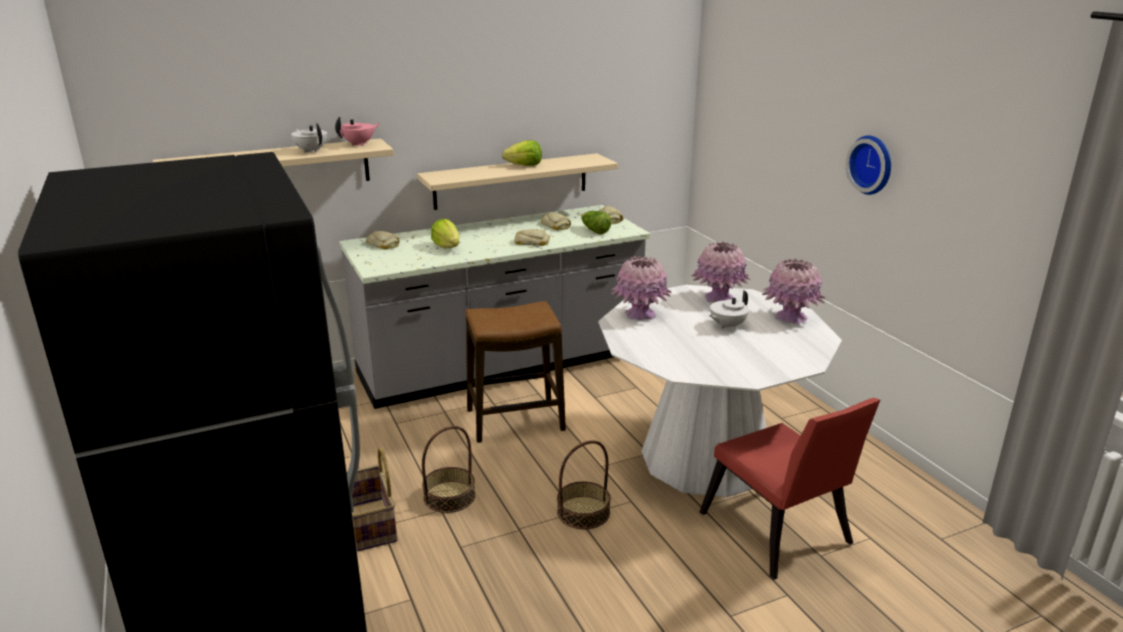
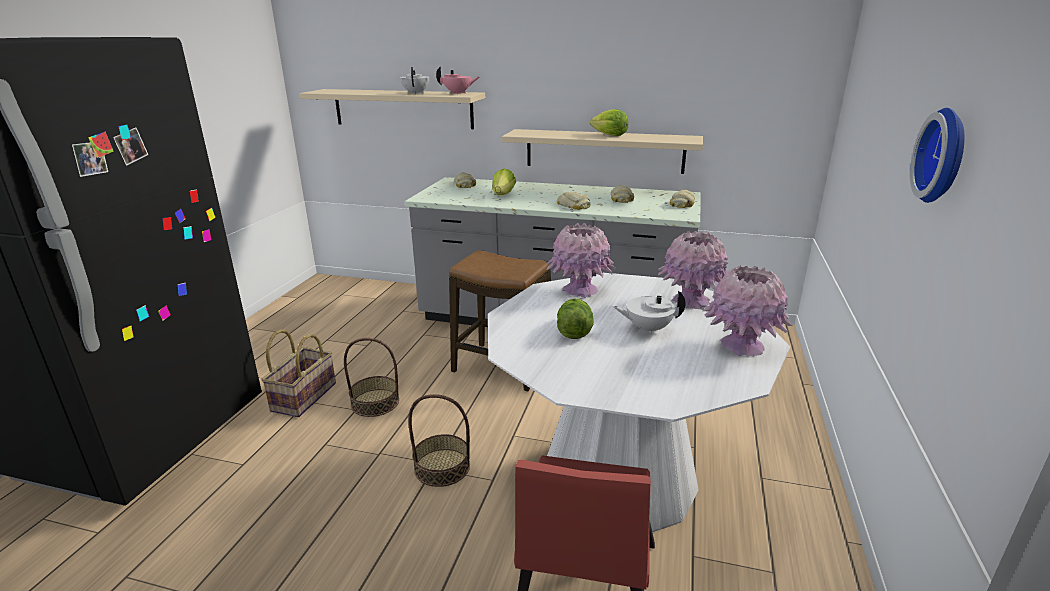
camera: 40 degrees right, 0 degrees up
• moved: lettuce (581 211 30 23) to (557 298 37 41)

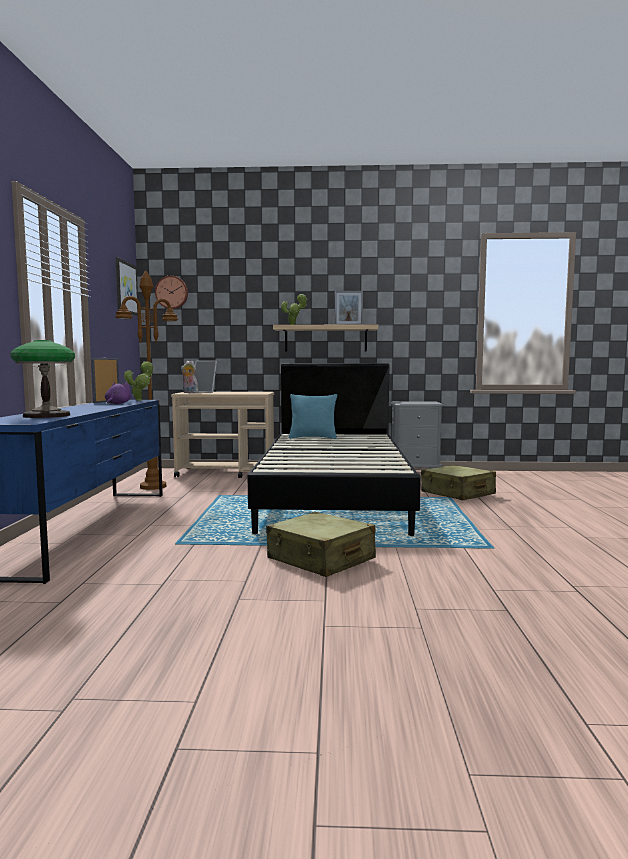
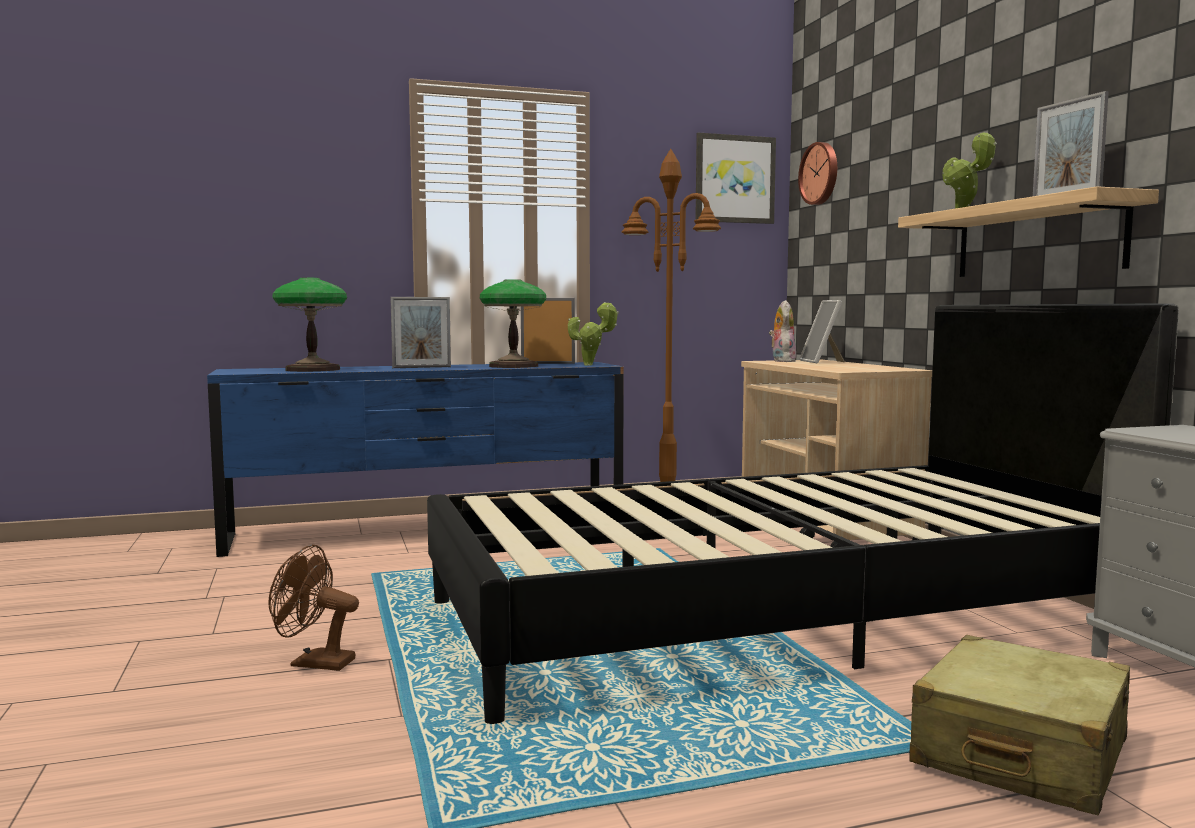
camera: 70 degrees right, 0 degrees up
• replaced: beige suitcase (266 512 110 65) to brown fan (268 545 91 126)
• added: picture frame (390 297 61 71)
• replaced: purple plush toy (105 382 26 22) to table lamp (480 279 66 89)
• removed: turquoise pillow (289 394 48 45)

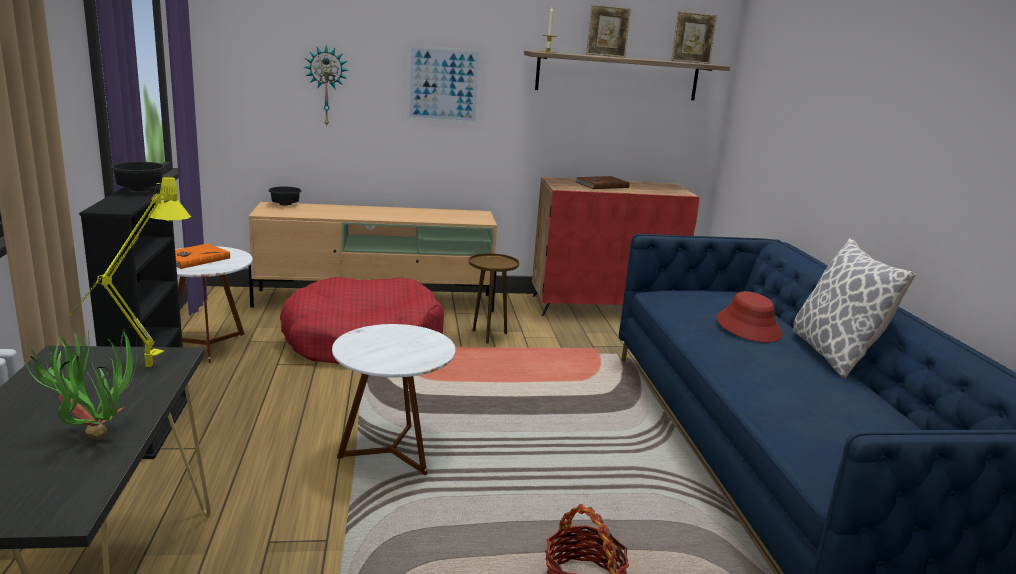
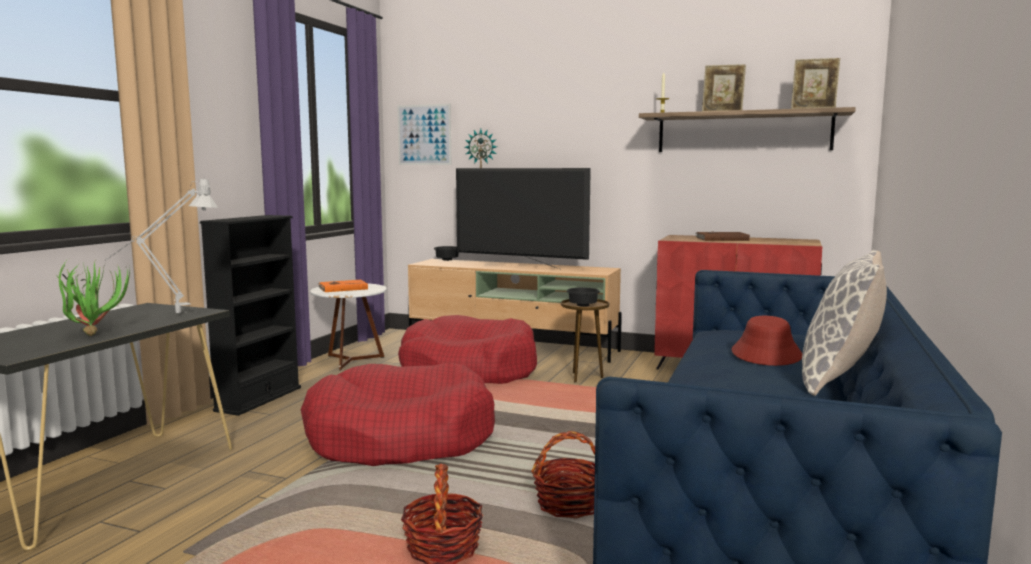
camera: 30 degrees right, 10 degrees down
• recoloured: yellow table lamp (69 175 122 192) to grey table lamp (105 177 113 136)
• replaced: white side table (332 324 123 151) to red dog bed (301 363 194 103)
• moved: picture (407 45 75 78) to (397 104 54 61)
• added: television (456 168 135 101)
• added: basket (531 431 64 88)
• moved: black bowl (110 162 56 29) to (567 288 33 19)

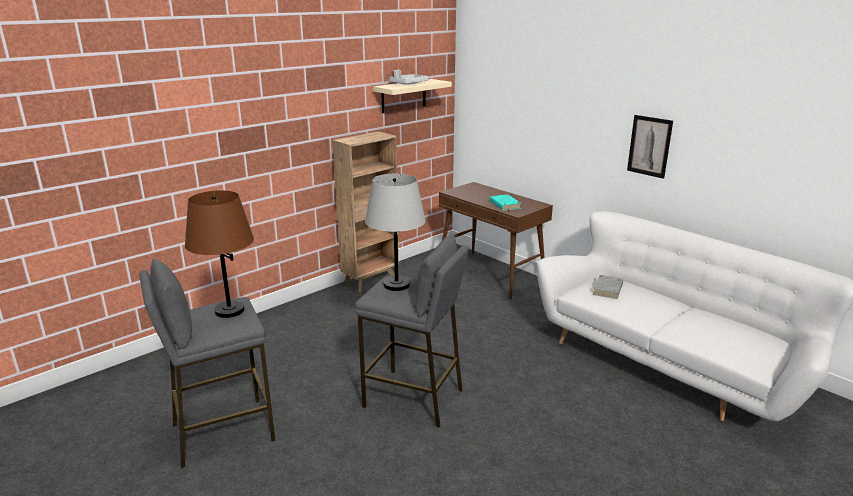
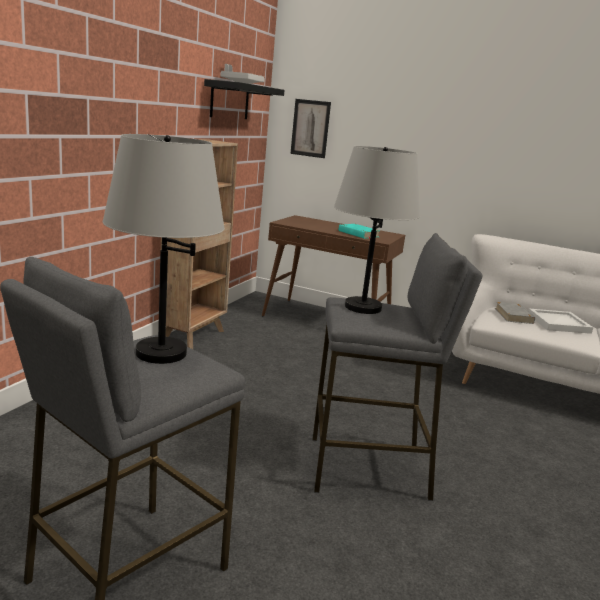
camera: 25 degrees left, 5 degrees down
• recoloured: brown table lamp (185 190 69 128) to grey table lamp (102 134 123 230)
• recoloured: beige shelf (373 79 79 34) to black shelf (204 79 80 40)
• moved: picture (627 115 46 64) to (290 99 41 59)
• added: white tray (529 309 64 25)

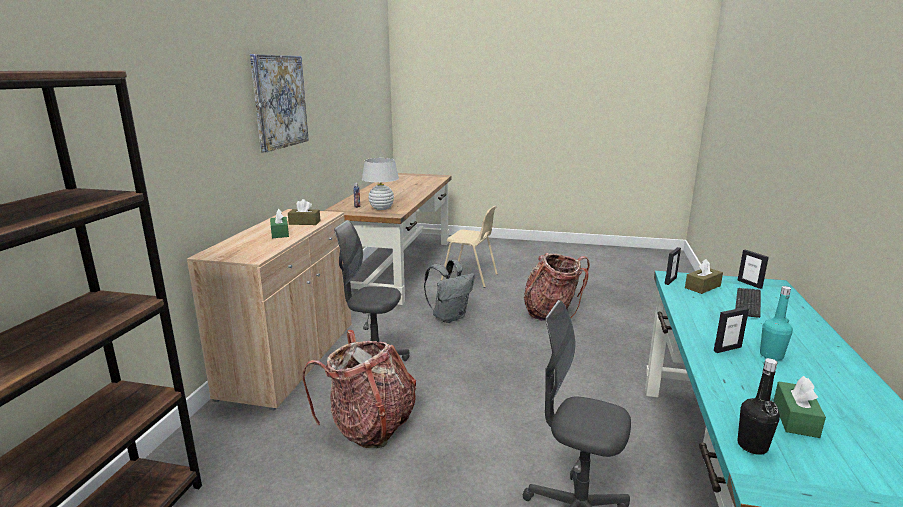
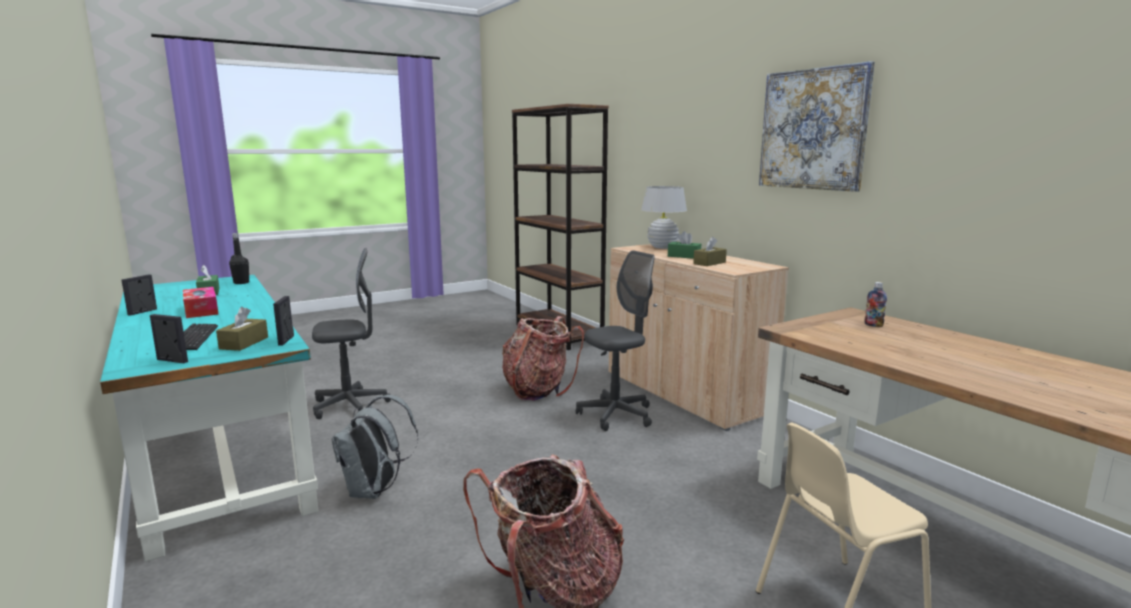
camera: 135 degrees right, 5 degrees down
• moved: picture frame (714 307 35 46) to (121 274 36 42)
• replaced: turquoise bottle (760 286 33 75) to tissue box (183 287 36 31)
• moved: grey backpack (424 259 51 64) to (332 395 86 104)
• moved: white table lamp (362 158 37 52) to (641 186 46 63)

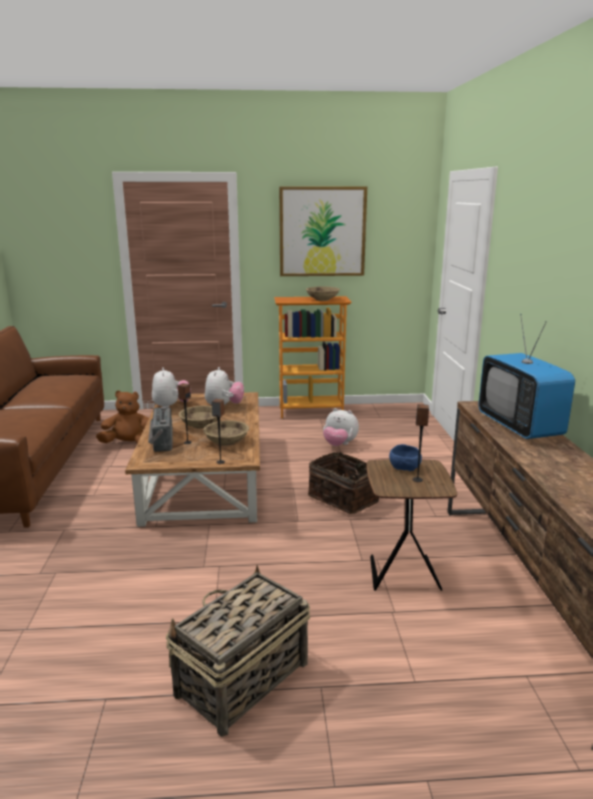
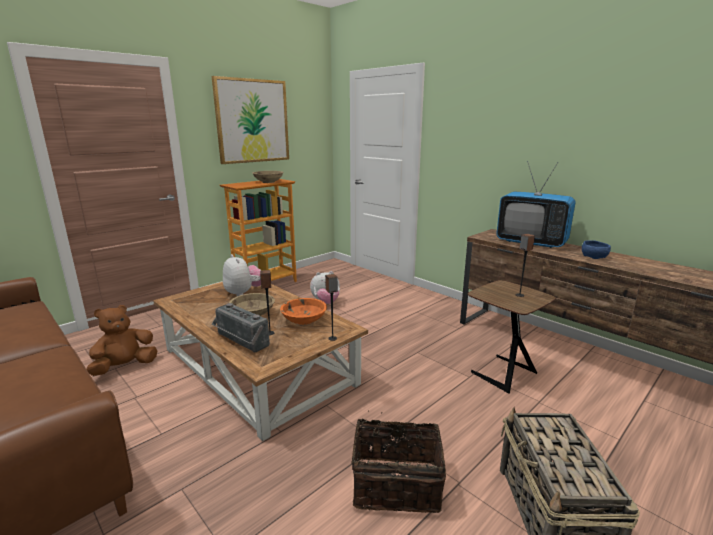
camera: 40 degrees left, 0 degrees up
• recoloured: beige bowl (203 420 46 26) to orange bowl (280 298 47 27)
• moved: basket (308 452 71 62) to (352 410 94 103)
• moved: blue bowl (389 444 33 27) to (582 240 29 19)
• removed: plush toy (152 367 39 40)

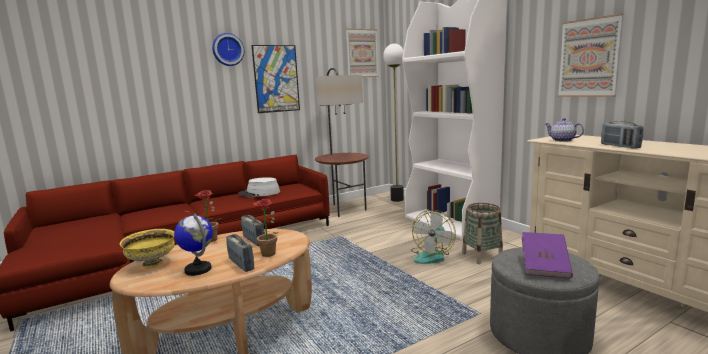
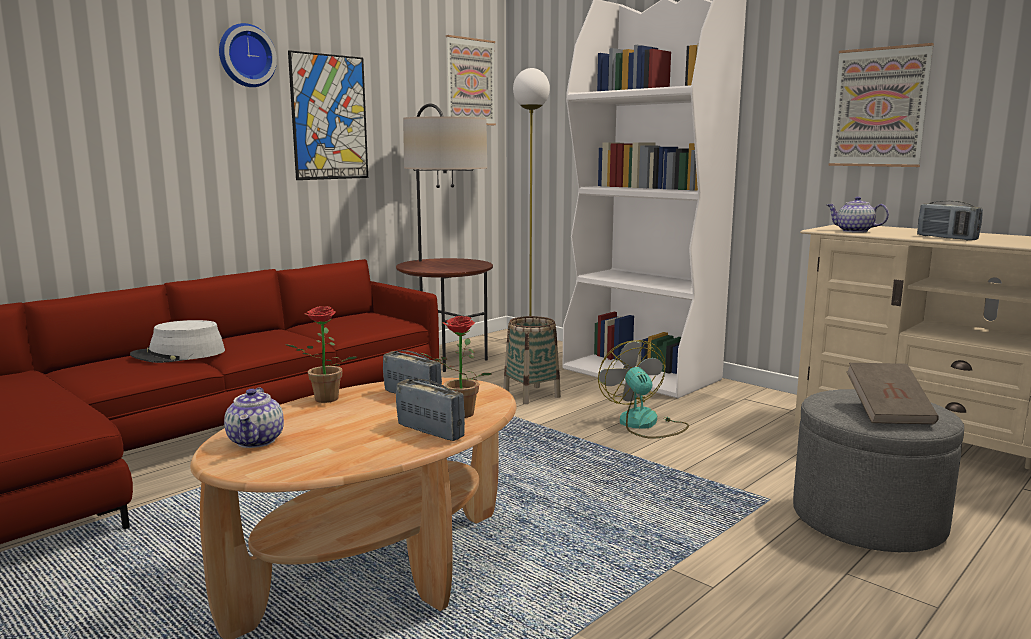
camera: 15 degrees left, 0 degrees up
• moved: grey hat (239 177 41 20) to (130 320 95 43)
• replaced: yellow bowl (120 229 55 39) to teapot (224 387 60 61)
• moved: basket (462 203 41 61) to (503 316 58 88)
• turned: fan (411 210 45 54) = (598 340 91 99) 150 degrees clockwise
• recoloured: purple book (522 232 51 47) to brown book (846 363 93 61)
• removed: globe (174 213 39 63)

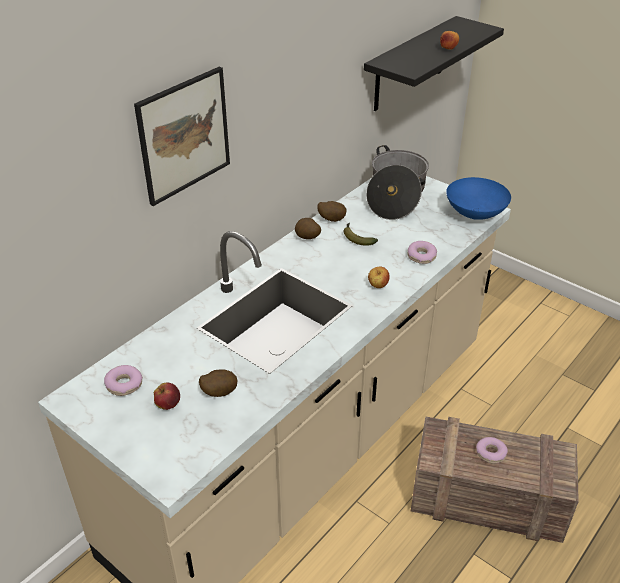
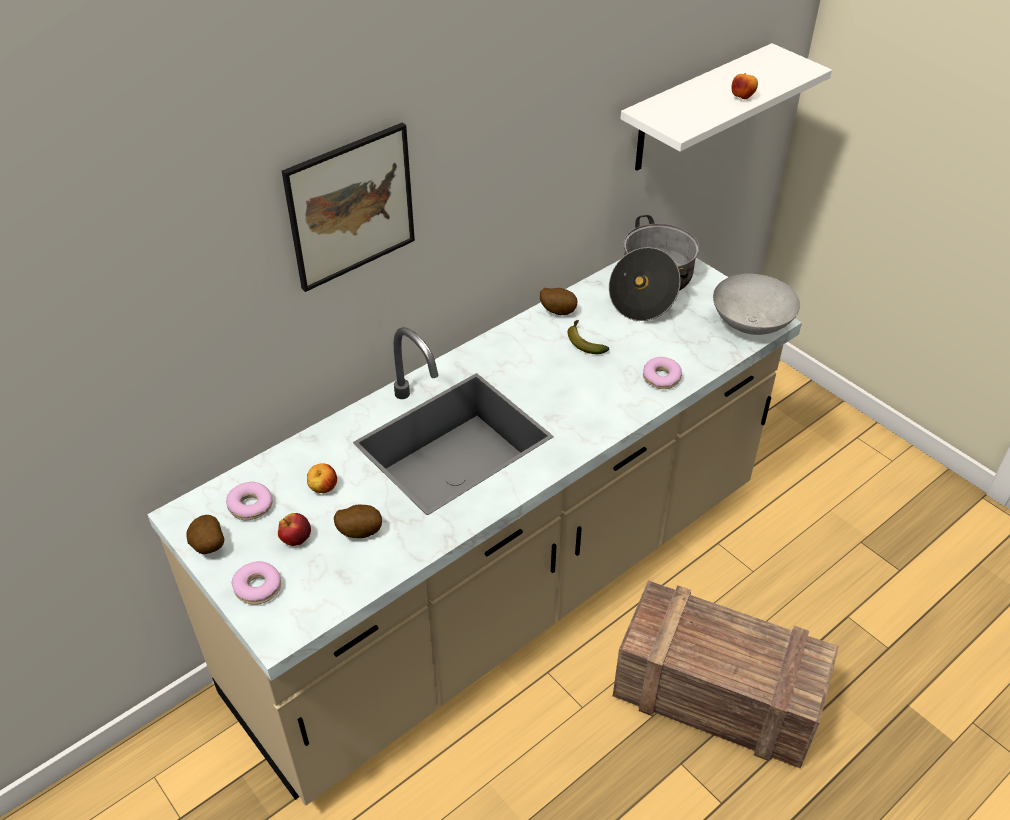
camera: 10 degrees right, 5 degrees up
• moved: potato (295 218 26 21) to (186 515 38 39)
• moved: donut (476 437 32 27) to (231 561 50 44)
• moved: apple (368 267 22 21) to (307 463 30 30)
• recoloured: black shelf (364 16 140 95) to white shelf (620 43 212 128)
• recoloured: blue bowl (446 177 65 43) to grey bowl (713 274 87 61)

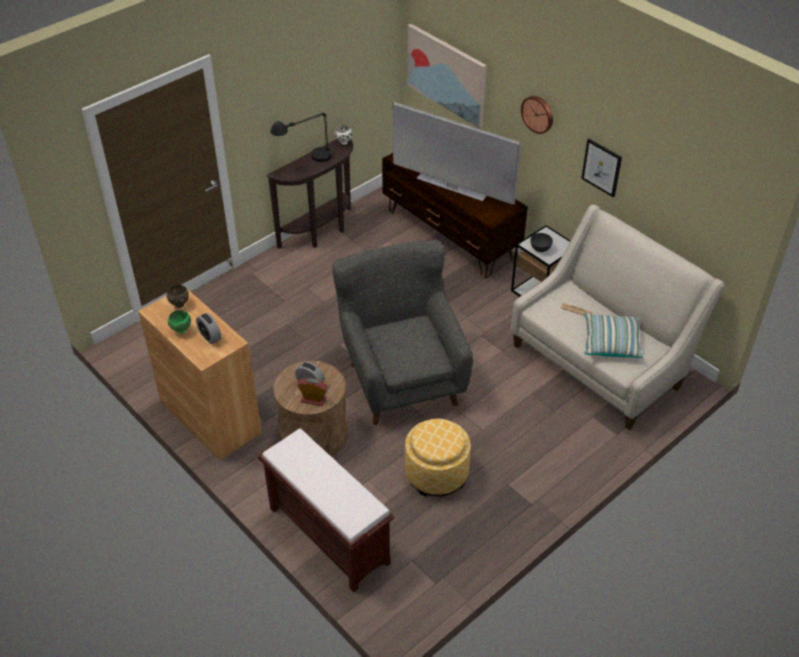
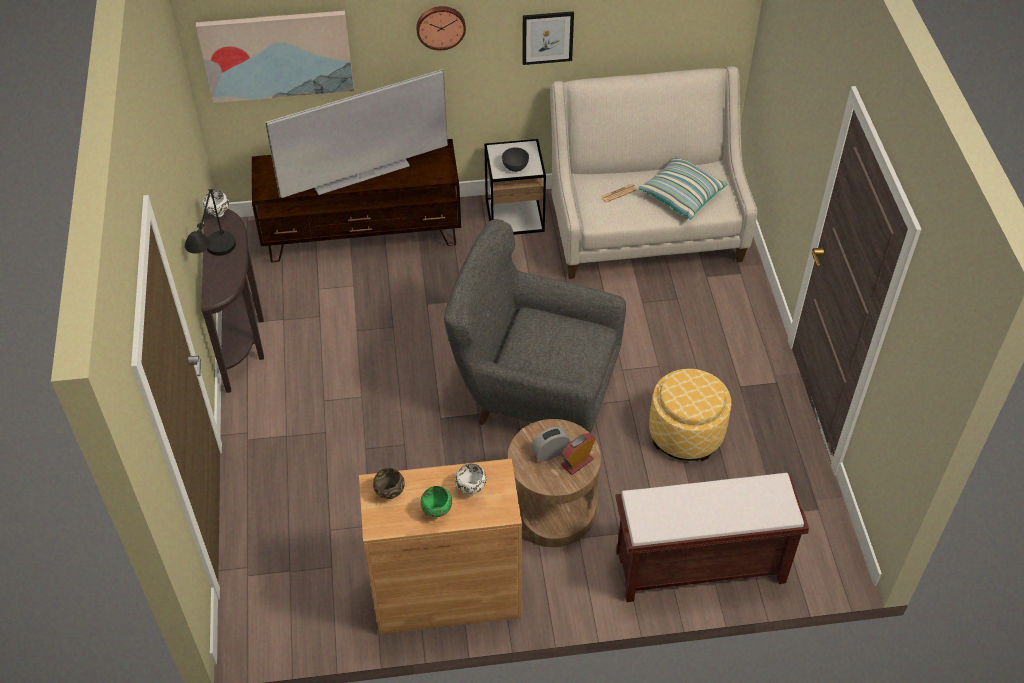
camera: 55 degrees left, 5 degrees up
• replaced: alarm clock (196 313 25 31) to white bowl (455 464 31 31)

